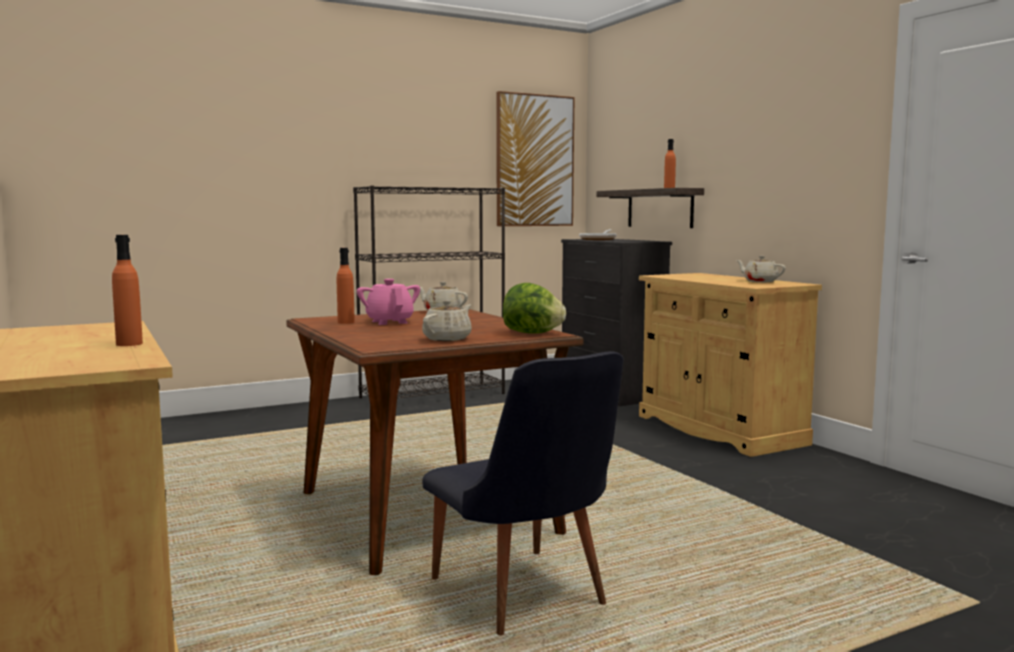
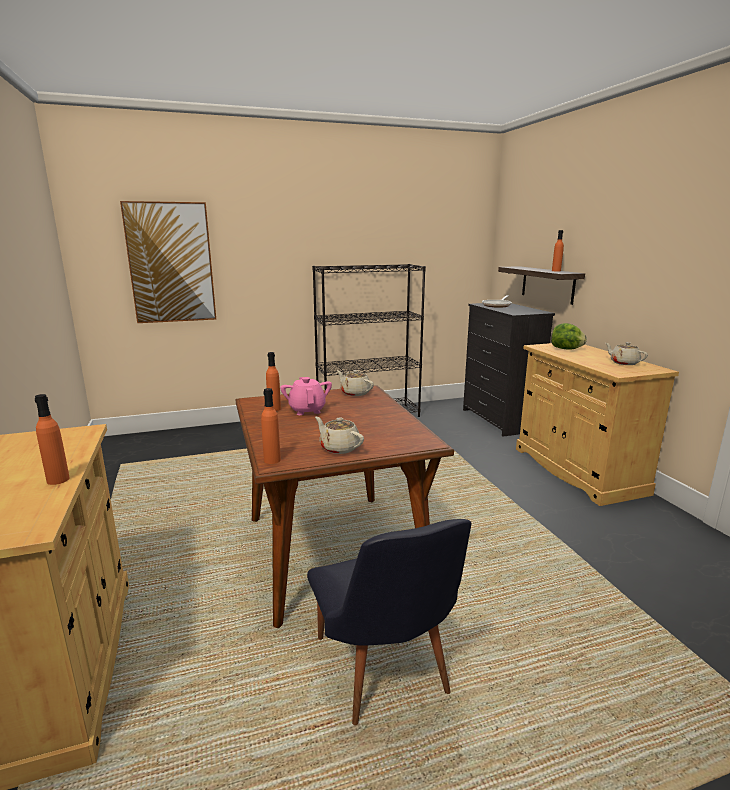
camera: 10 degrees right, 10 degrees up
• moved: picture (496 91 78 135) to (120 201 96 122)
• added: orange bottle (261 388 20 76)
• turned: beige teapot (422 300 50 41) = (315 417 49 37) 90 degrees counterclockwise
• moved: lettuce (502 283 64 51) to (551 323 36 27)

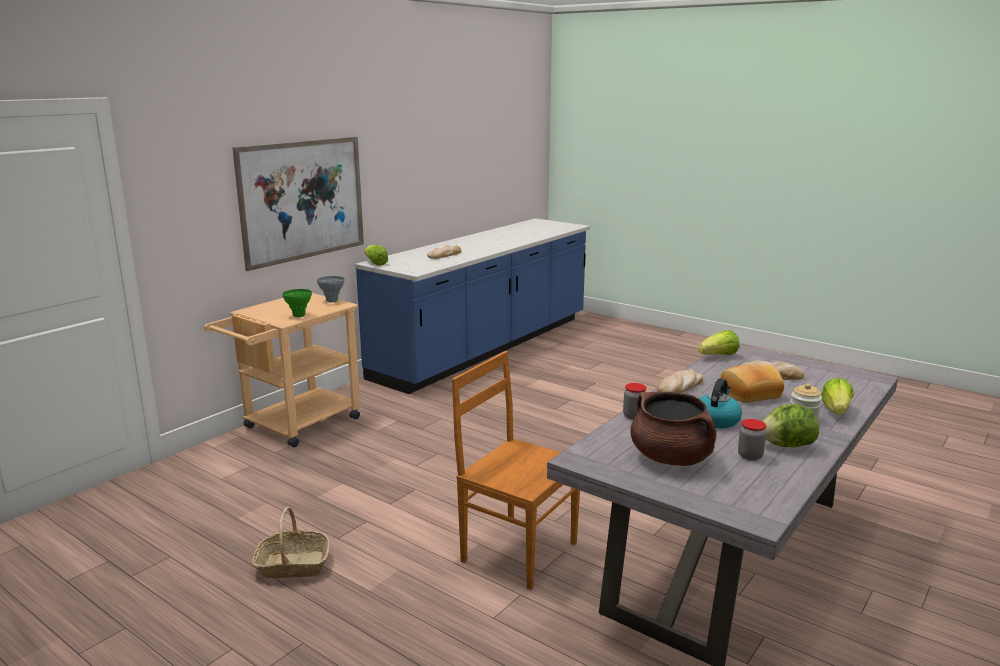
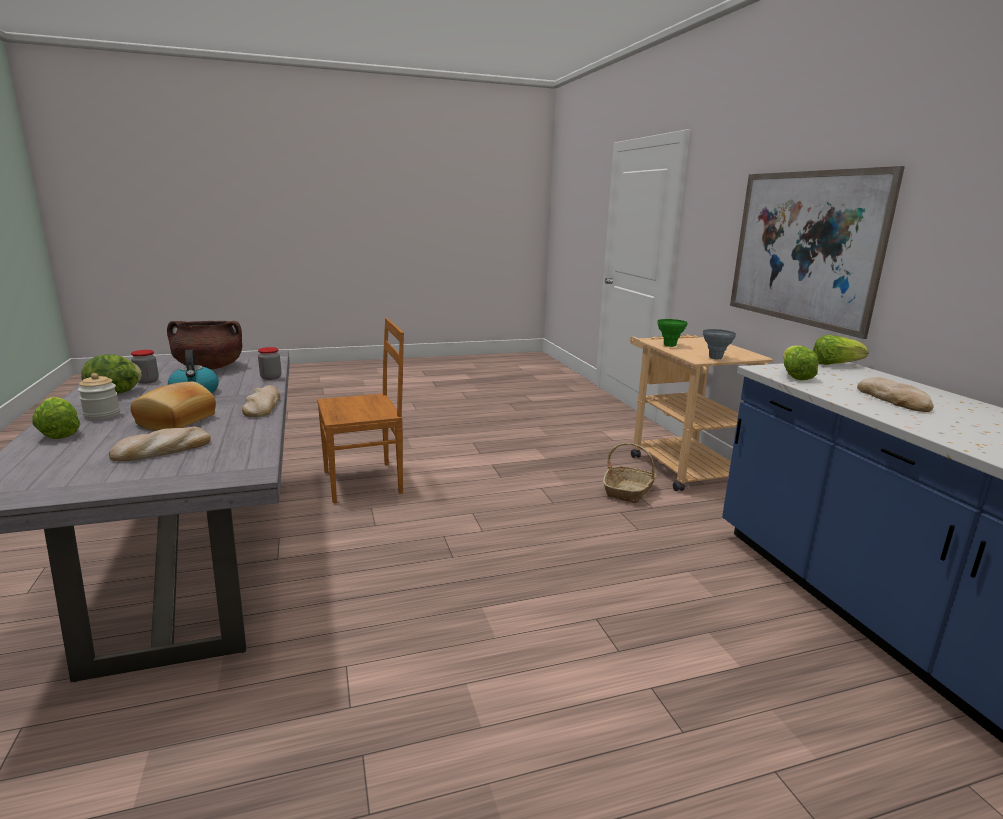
camera: 125 degrees right, 0 degrees up
• moved: basket (252 507 78 71) to (603 443 54 60)
• moved: lettuce (698 330 41 25) to (783 346 36 34)

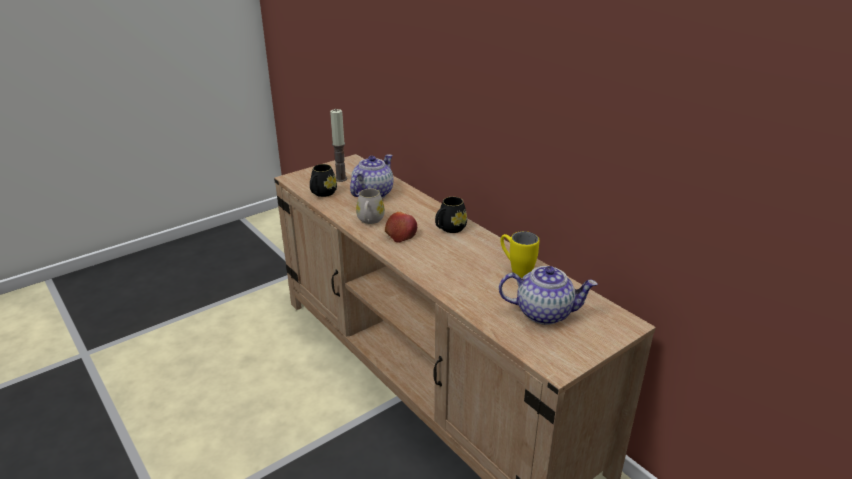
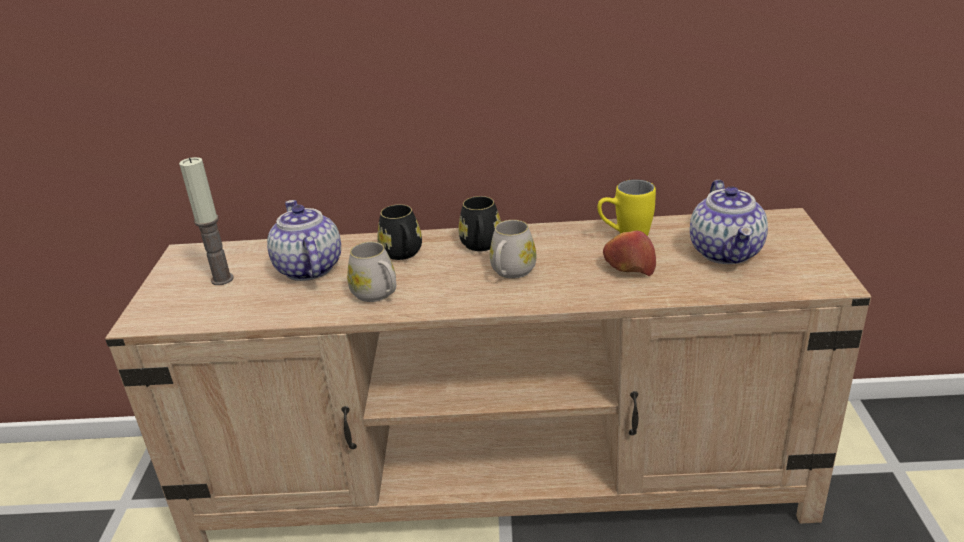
camera: 50 degrees left, 0 degrees up
• moved: black mug (310 164 27 33) to (377 204 45 56)
• added: white mug (490 220 47 59)
• moved: apple (385 212 32 31) to (603 231 53 45)
• turned: teapot (499 266 98 59) = (690 180 78 84) 135 degrees clockwise

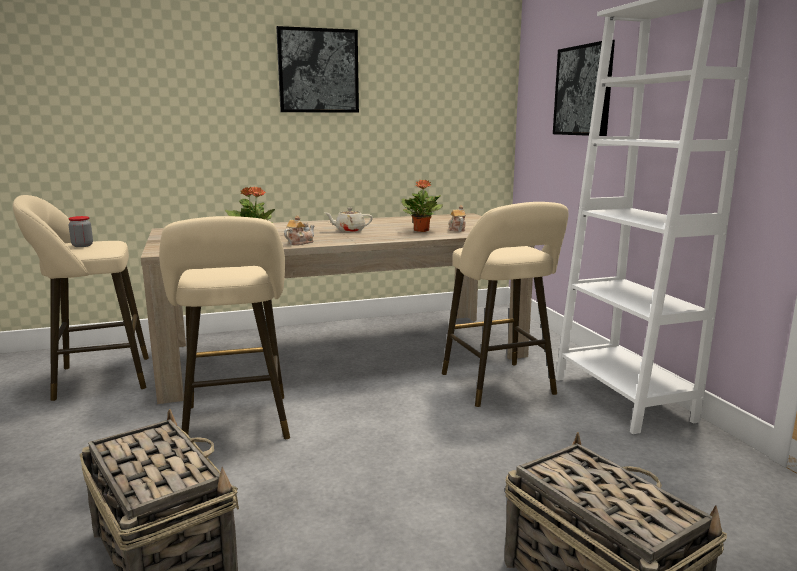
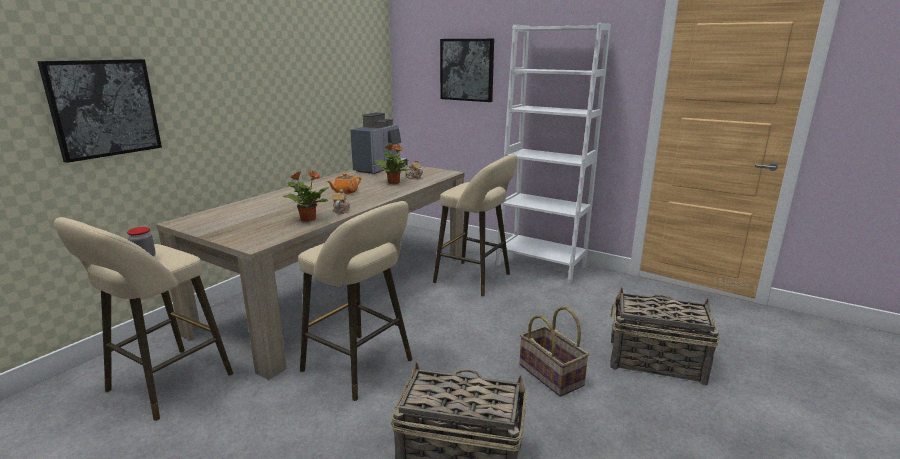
camera: 40 degrees left, 5 degrees up
• moved: picture (276 26 83 87) to (37 59 125 104)
• recoloured: beige teapot (325 208 48 24) to orange teapot (327 173 34 21)
• added: coffee machine (350 112 57 62)
• added: basket (519 306 70 91)

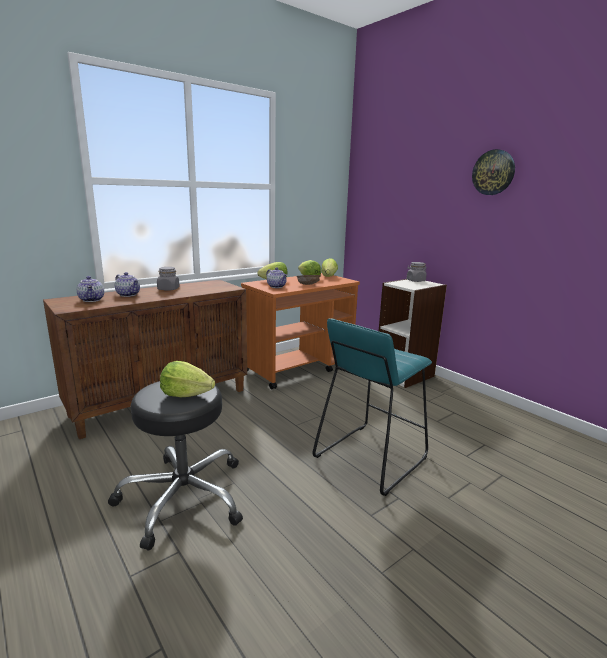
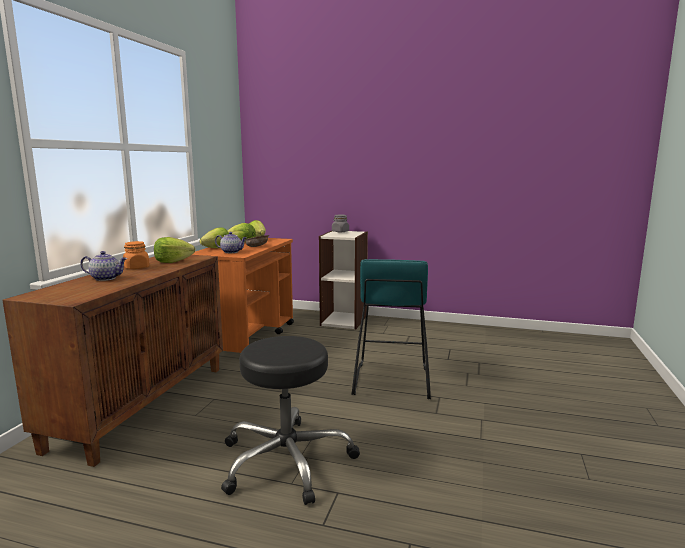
camera: 35 degrees left, 5 degrees down
• recoloured: grey jar (157 267 23 24) to orange jar (123 241 27 28)
• moved: lettuce (160 361 55 36) to (154 237 41 26)
• removed: teapot (77 276 27 26)
• removed: wall clock (472 149 43 46)

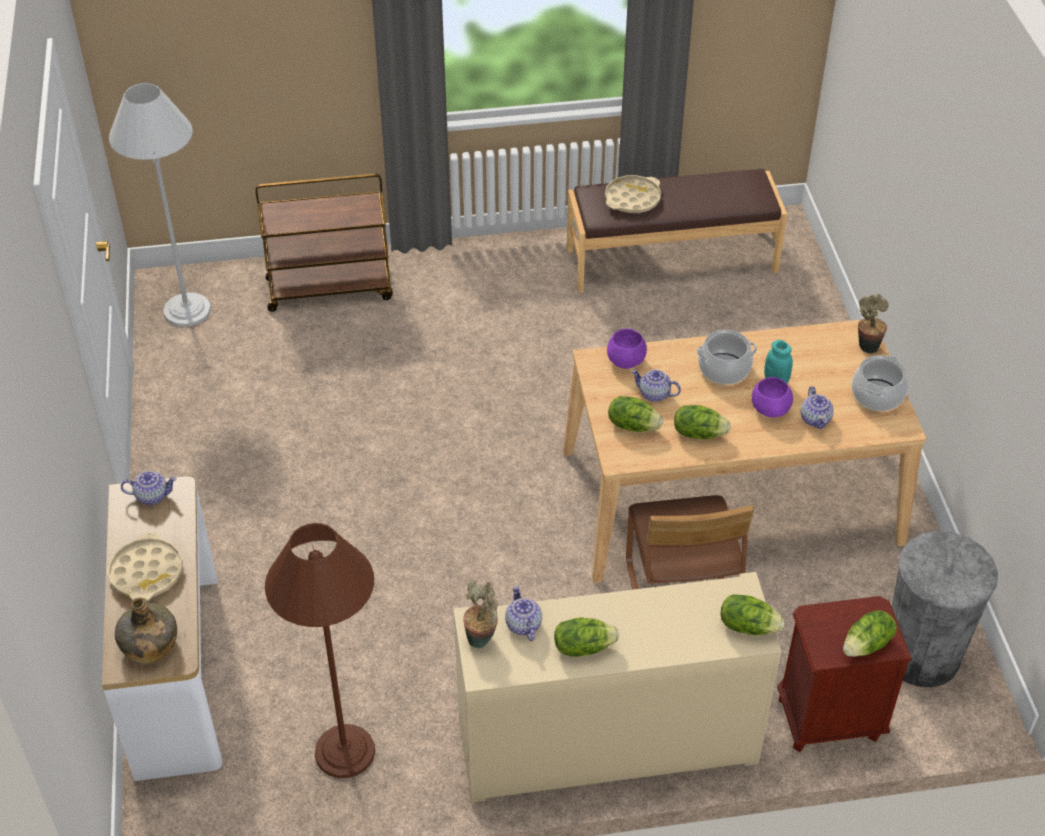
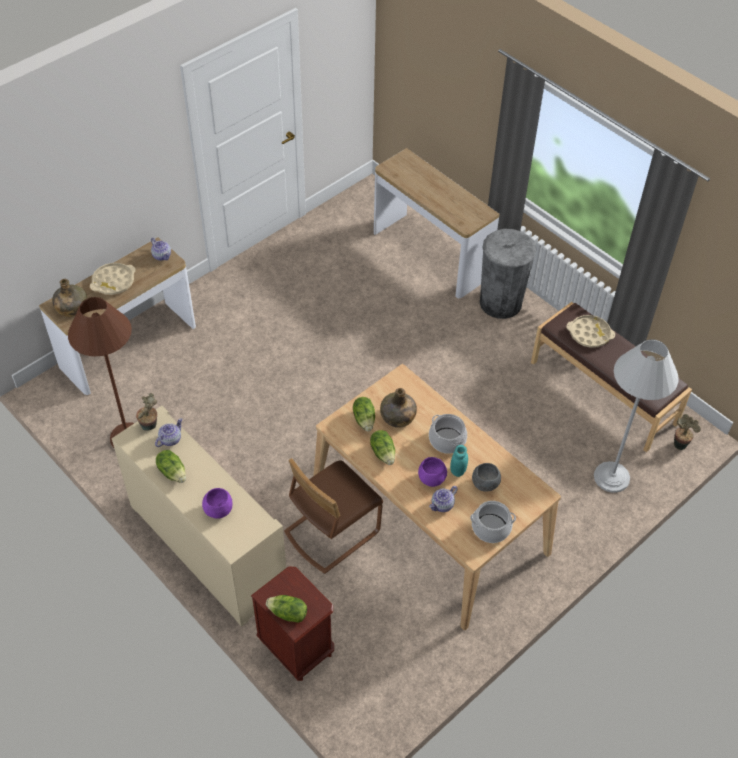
camera: 55 degrees right, 5 degrees up
• moved: purple bowl (607 328 40 41) to (202 488 31 31)
• replaced: brown cart (256 174 137 138) to console table (374 148 126 150)
• replaced: teapot (631 369 50 33) to green bottle (380 388 37 40)
• added: grey bowl (472 463 29 29)
• moved: grey trash can (892 531 106 156) to (480 229 56 90)
• moved: white floor lamp (109 83 102 244) to (594 339 85 154)
• moved: potted plant (858 294 31 60) to (674 414 27 36)
• removed: lettuce (720 594 64 41)

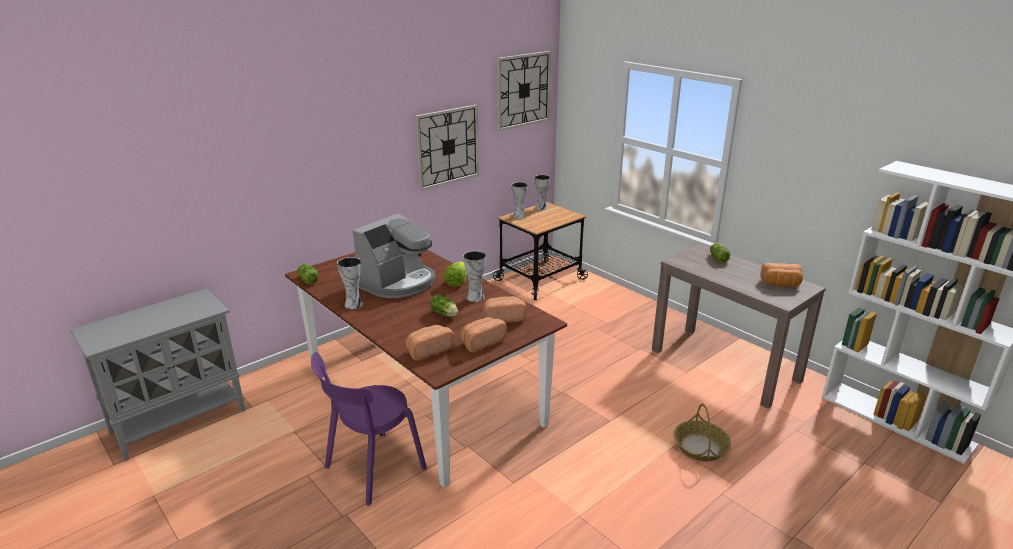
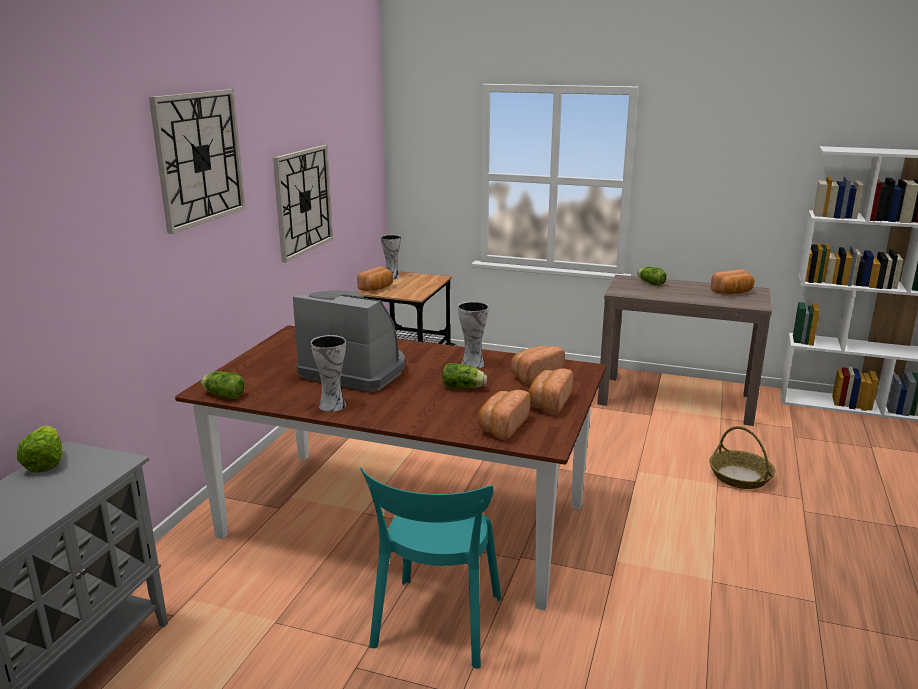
camera: 30 degrees left, 5 degrees down
• moved: lettuce (443 261 24 26) to (17 425 45 48)
• moved: wall clock (497 51 54 80) to (149 89 96 145)
• turned: coffee machine (353 213 83 85) = (293 290 112 102) 75 degrees counterclockwise
• replaced: vase (511 182 17 37) to bread (357 266 36 25)
• recoloured: purple chair (311 352 116 154) to turquoise chair (360 468 141 201)

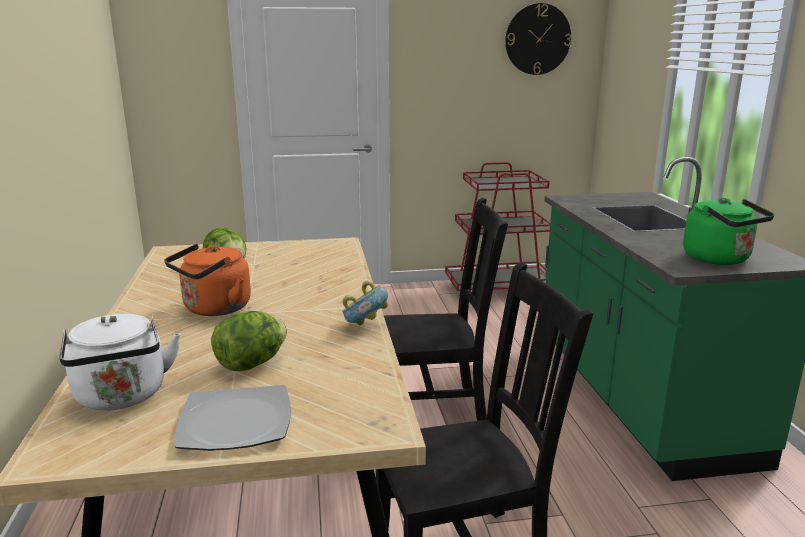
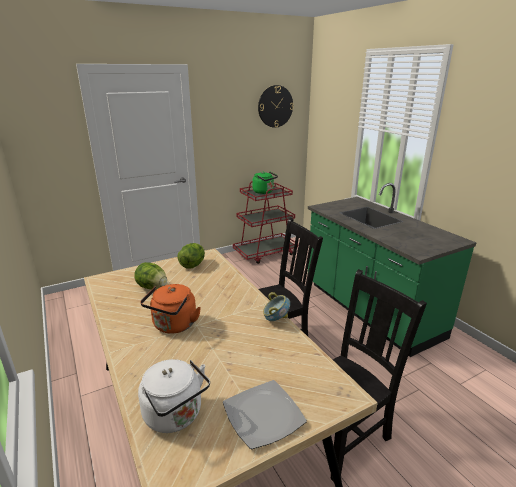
camera: 20 degrees left, 5 degrees up
• moved: lettuce (211 311 76 60) to (177 243 28 26)
• moved: green kettle (683 198 91 67) to (252 171 26 23)

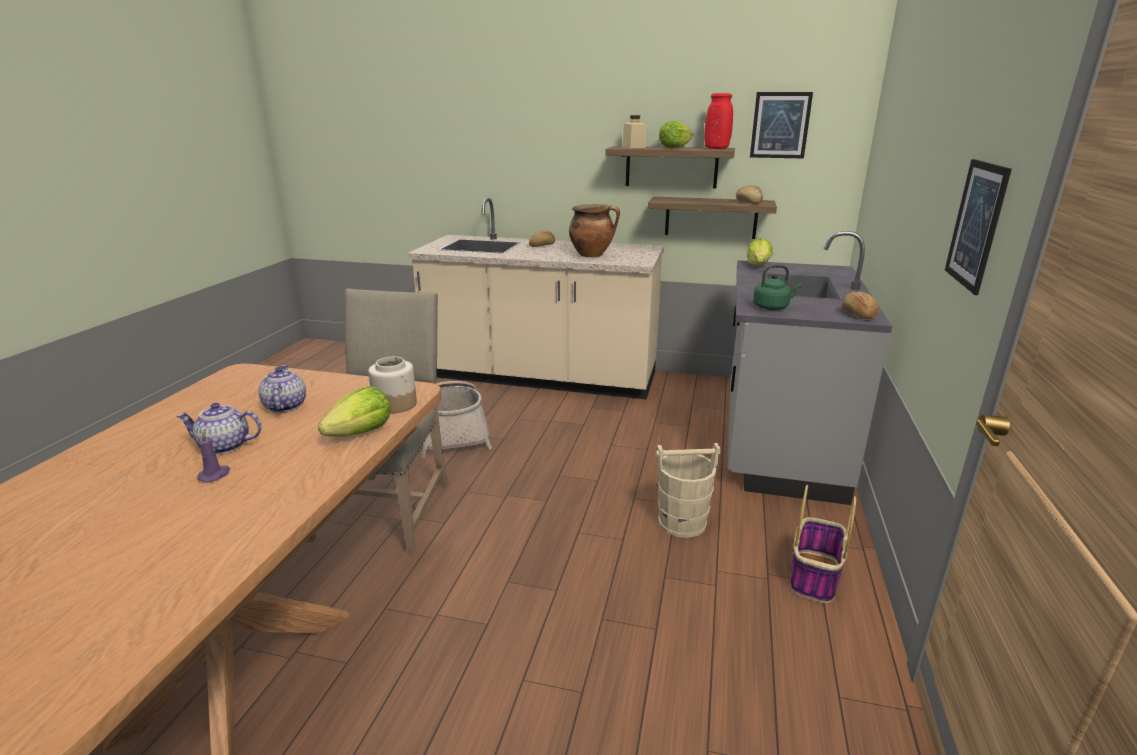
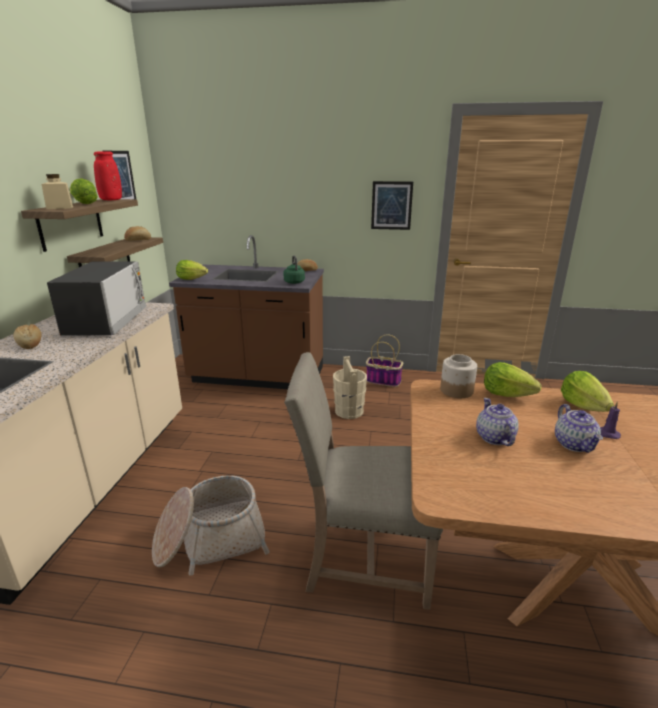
camera: 95 degrees left, 0 degrees up
• replaced: cooking pot (569 204 51 53) to microwave (47 261 99 75)
• recoloured: grey counter (728 231 164 274) to brown counter (169 235 155 154)
• turned: teapot (259 365 47 48) = (476 398 43 48) 105 degrees clockwise
• added: lettuce (561 371 53 41)

